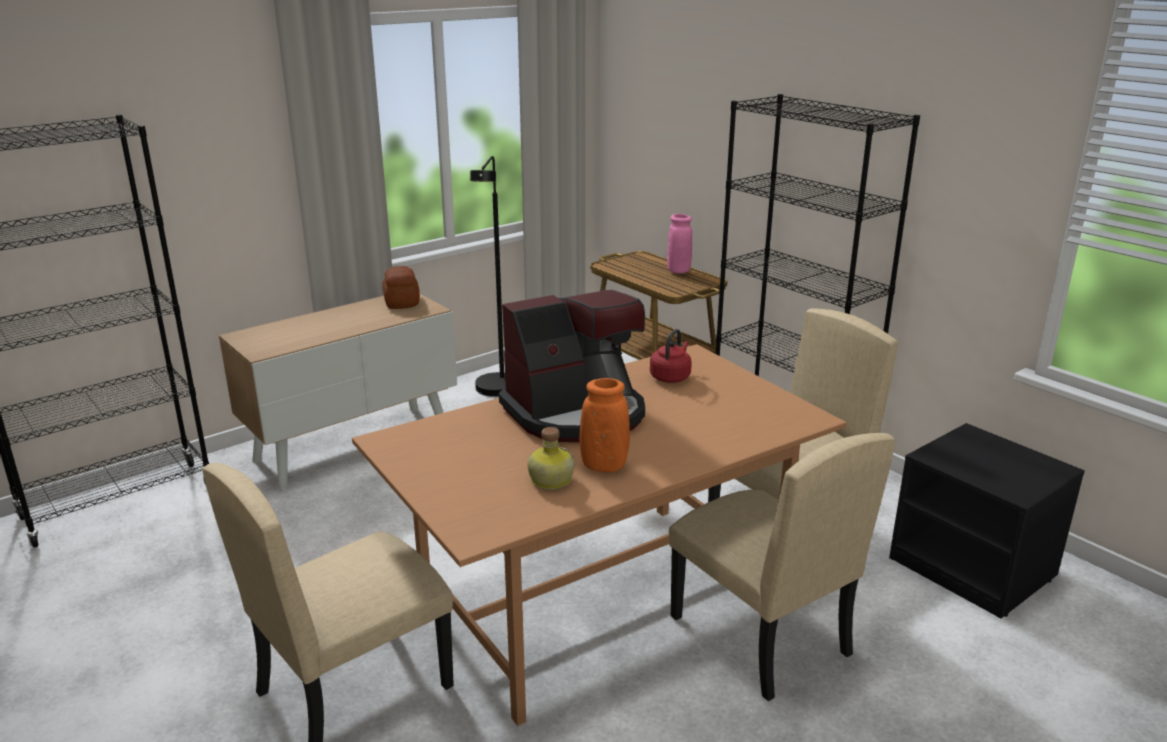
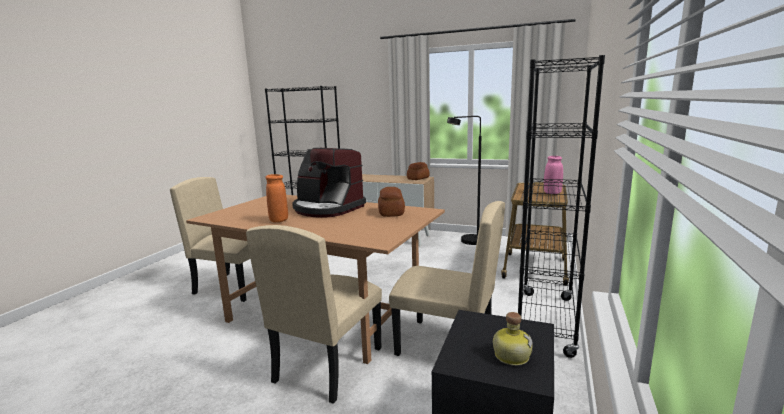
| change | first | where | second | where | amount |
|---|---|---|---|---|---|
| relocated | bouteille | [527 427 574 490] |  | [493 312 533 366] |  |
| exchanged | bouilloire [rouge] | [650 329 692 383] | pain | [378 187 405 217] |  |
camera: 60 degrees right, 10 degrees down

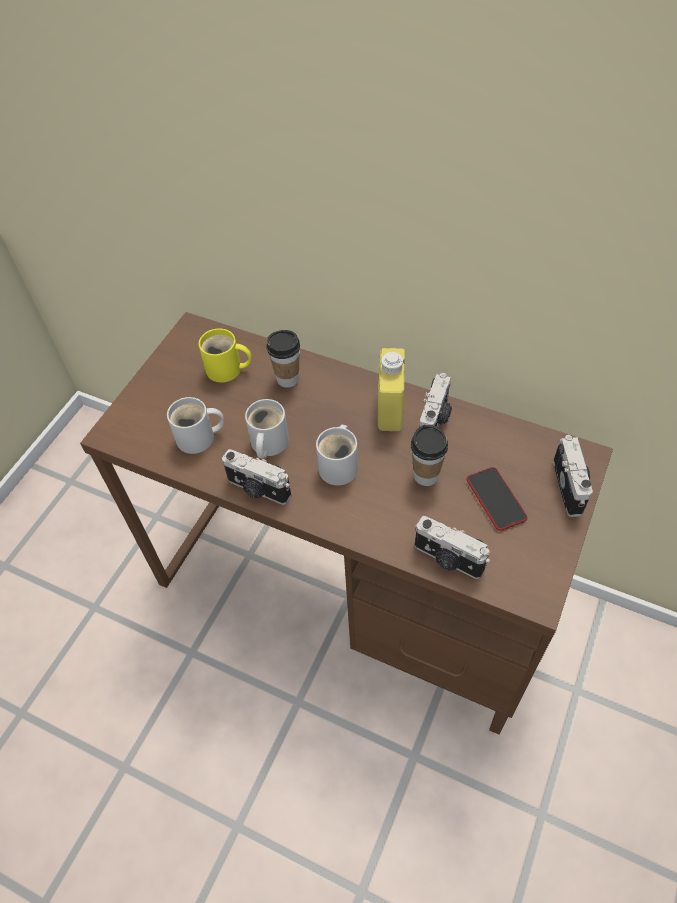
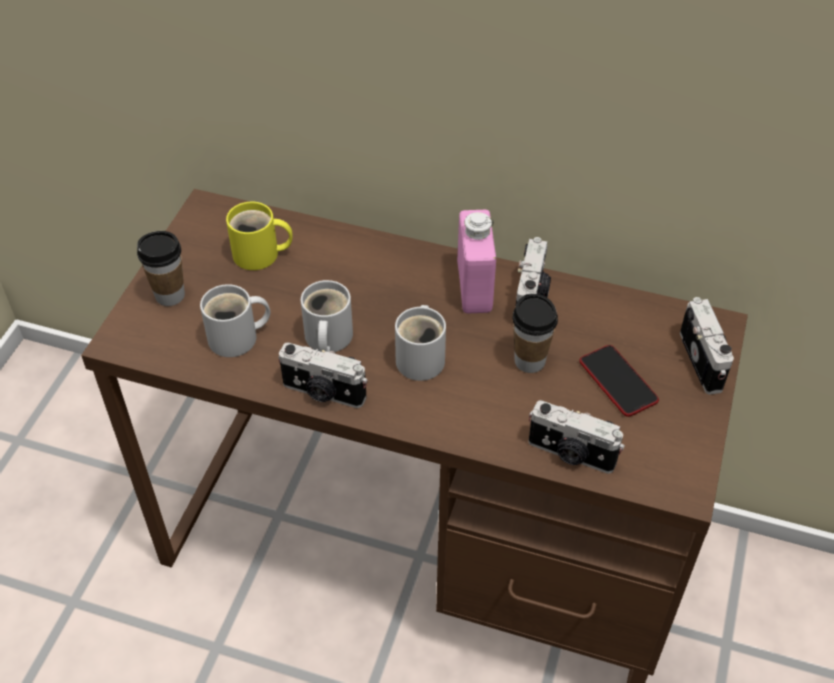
| change | first | where | second | where | amount |
|---|---|---|---|---|---|
| relocated | tasse | [266 330 300 388] |  | [137 231 185 306] |  |
| colour | bouteille [jaune] | [378 348 405 431] | bouteille [rose] | [457 210 496 313] |  |
camera: 10 degrees left, 5 degrees down

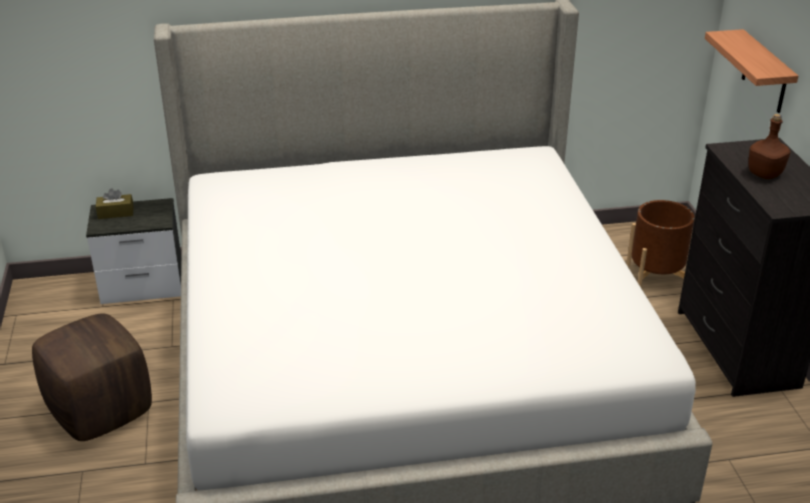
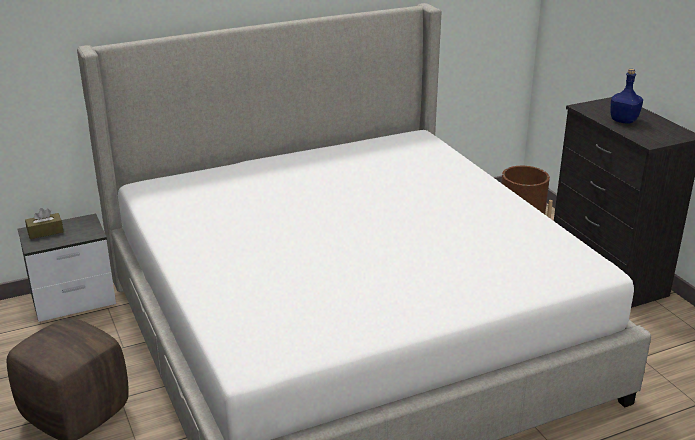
| change | first | where | second | where | amount |
|---|---|---|---|---|---|
| missing | étagère | [705 29 798 113] |  |  |  |
| colour | bouteille [marron] | [748 114 790 179] | bouteille [bleu] | [610 69 643 124] |  |
camera: 15 degrees left, 5 degrees down

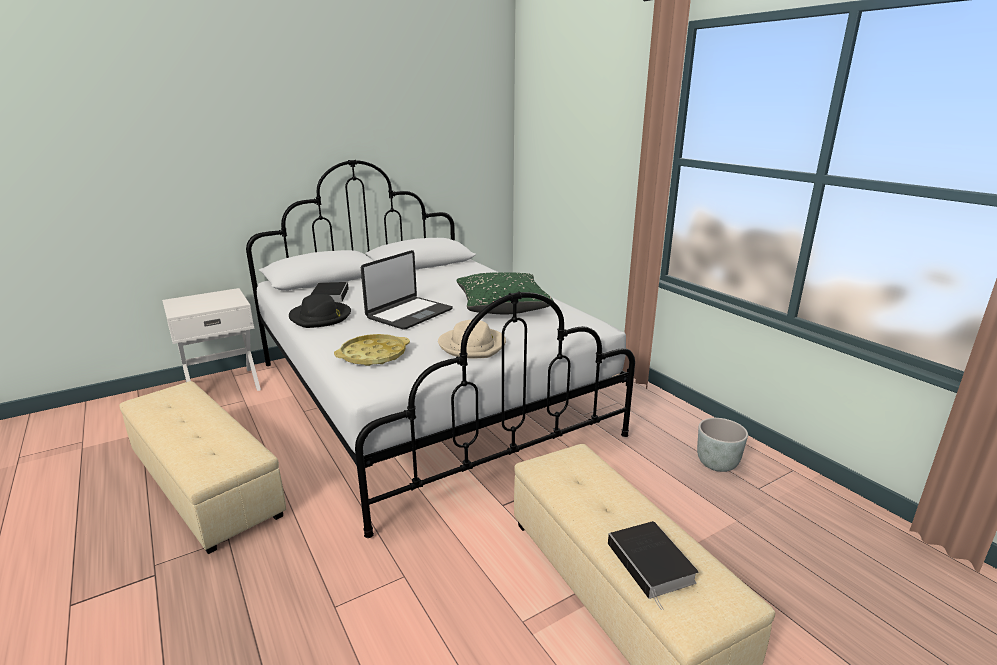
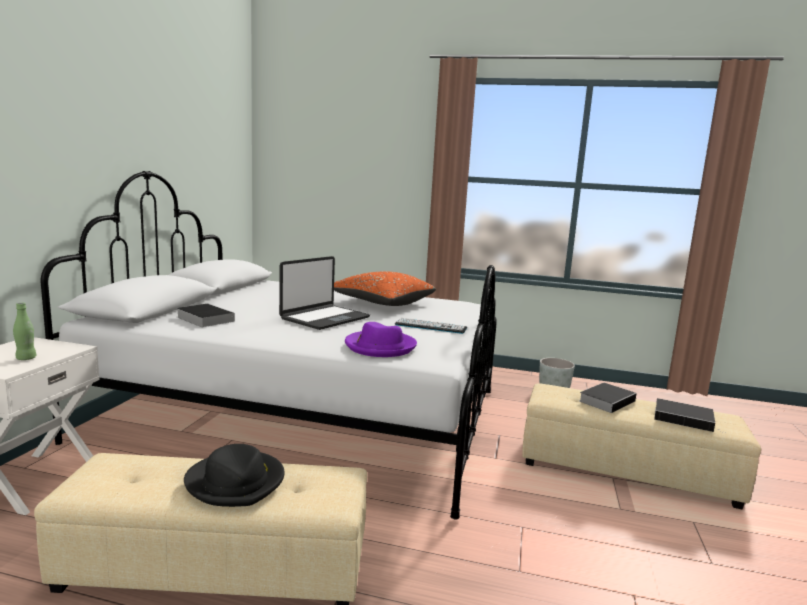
| change | first | where | second | where | amount |
|---|---|---|---|---|---|
| appeared |  |  | bouteille [vert] | [13 303 36 360] |  |
| appeared |  |  | livre | [579 383 637 413] |  |
| relocated | chapeau [noir] | [289 294 351 328] |  | [184 444 285 507] |  |
| exchanged | plateau [jaune] | [334 334 410 366] | chapeau [violet] | [345 322 417 357] |  |
| exchanged | chapeau [beige] | [438 320 506 358] | clavier | [395 318 467 334] |  |
| colour | coussin [vert] | [456 272 554 314] | coussin [orange] | [334 271 436 306] |  |
| spun | ordinateur portable | [361 250 453 330] |  | [279 256 370 330] | 45 degrees clockwise |
camera: 45 degrees left, 10 degrees down

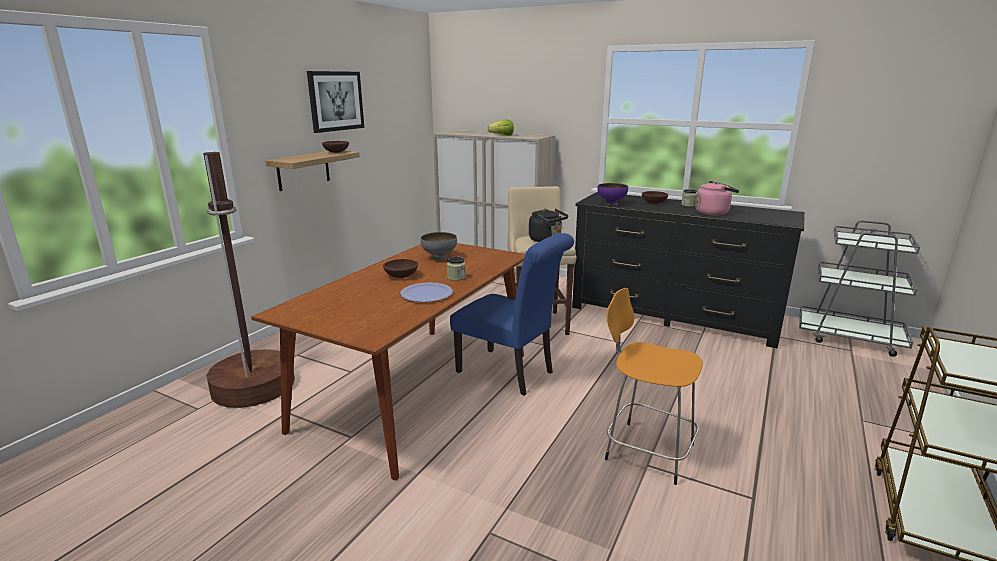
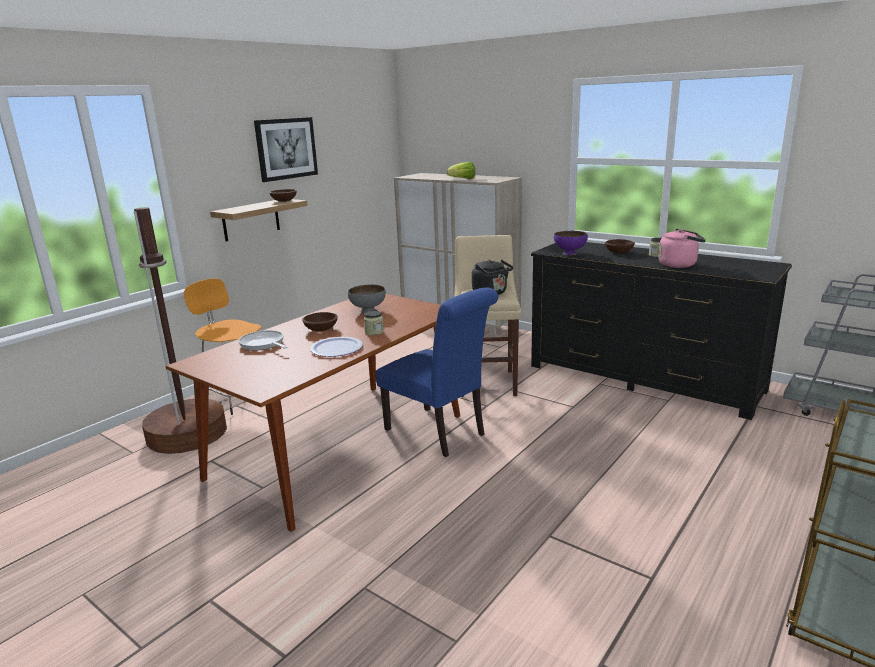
| change | first | where | second | where | amount |
|---|---|---|---|---|---|
| appeared |  |  | poêle | [239 330 287 351] |  |
| relocated | tabouret [orange] | [605 288 703 485] |  | [184 278 261 415] |  |
camera: 10 degrees right, 0 degrees up

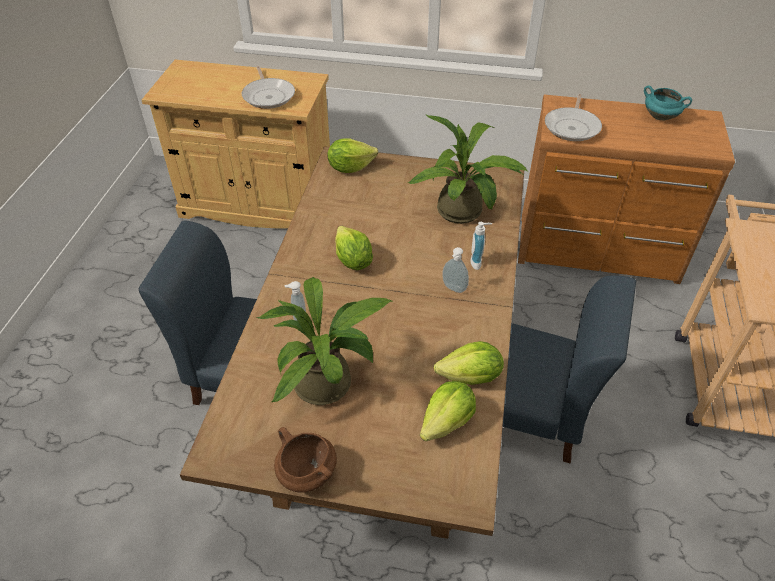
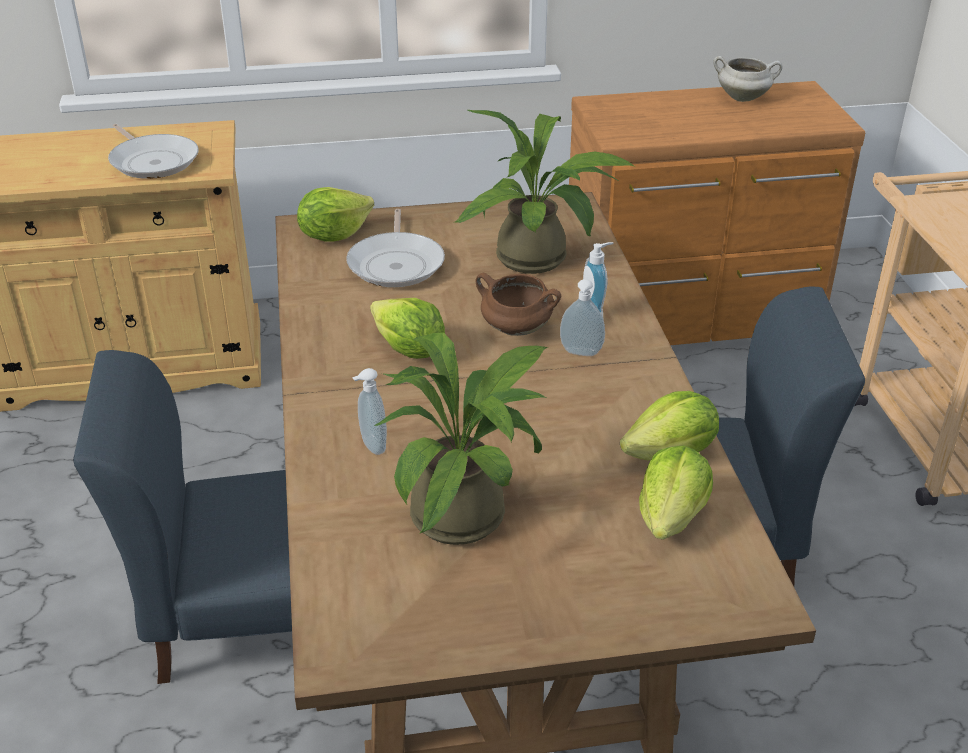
| change | first | where | second | where | amount |
|---|---|---|---|---|---|
| relocated | marmite [marron] | [274 427 337 493] |  | [475 273 561 336] |  |
| relocated | poêle | [545 94 602 141] |  | [346 209 445 287] |  |
| colour | marmite [turquoise] | [644 85 692 120] | marmite [blanc] | [713 56 783 102] |  |
camera: 20 degrees left, 10 degrees down

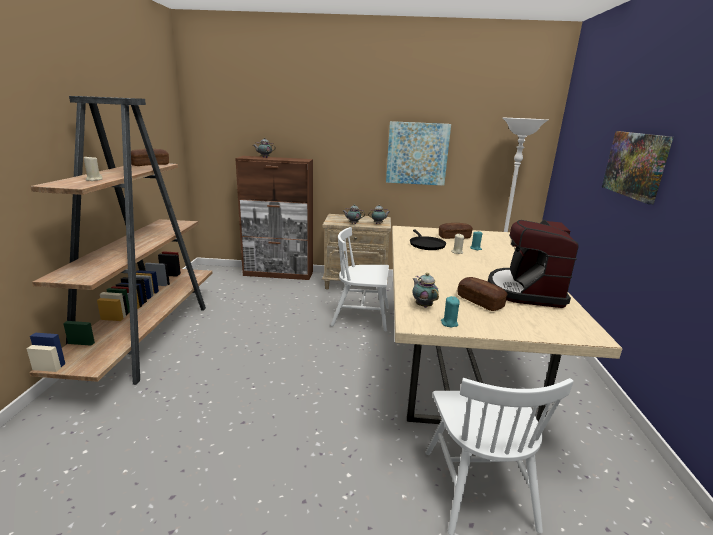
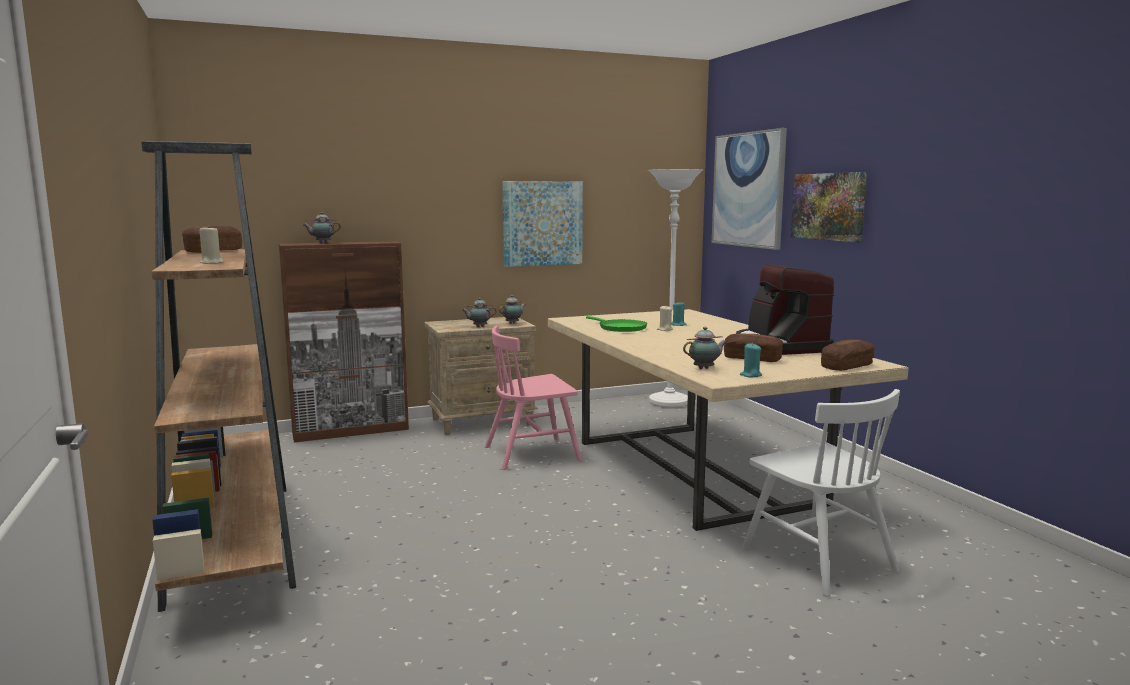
| change | first | where | second | where | amount |
|---|---|---|---|---|---|
| appeared |  |  | tableau | [712 128 787 250] |  |
| relocated | pain | [439 223 473 239] |  | [821 340 875 371] |  |
| colour | chaise [blanc] | [331 227 389 331] | chaise [rose] | [485 326 582 470] |  |
| colour | poêle [noir] | [410 230 446 250] | poêle [vert] | [586 316 647 332] |  |
| spun | théière | [412 273 439 308] |  | [683 327 727 369] | 120 degrees clockwise |
camera: 25 degrees left, 10 degrees down

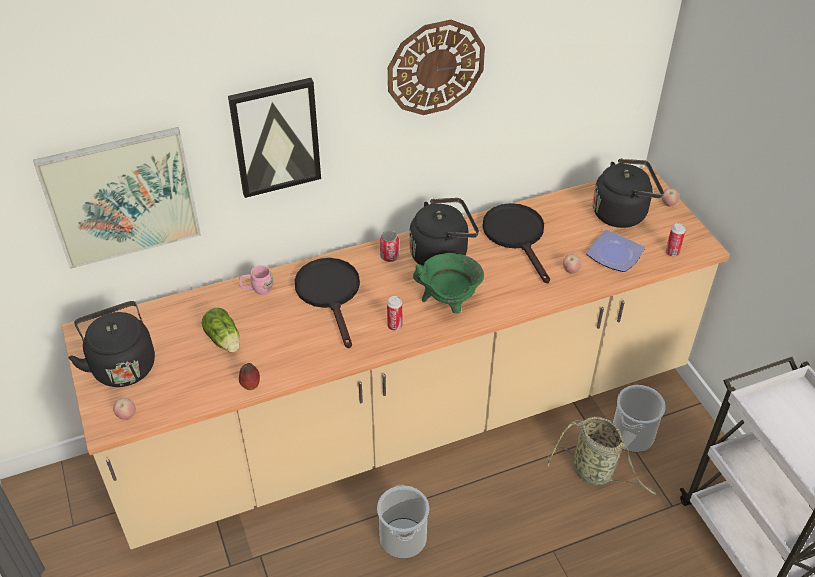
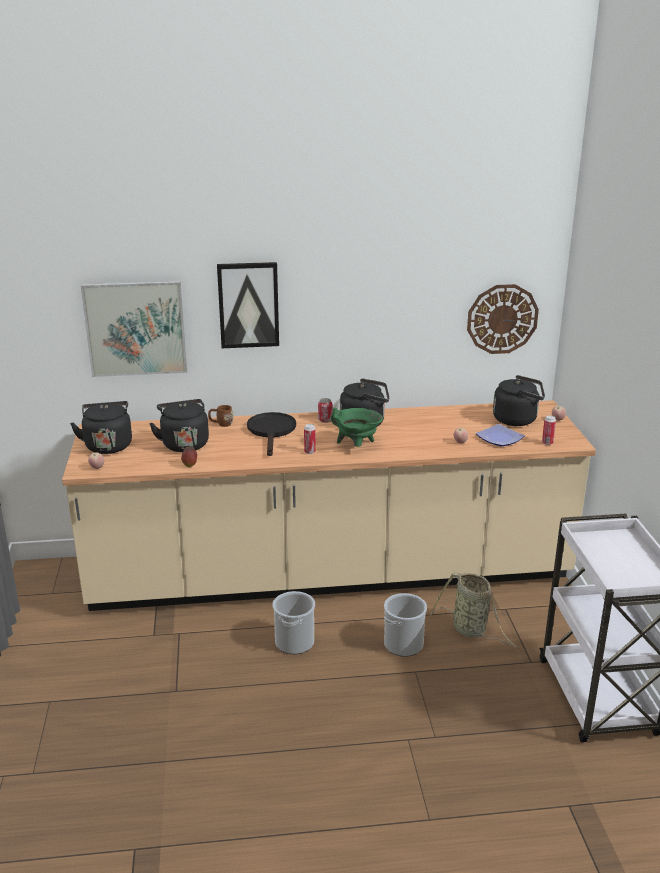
| change | first | where | second | where | amount |
|---|---|---|---|---|---|
| missing | poêle [noir] | [482 203 550 284] |  |  |  |
| relocated | horloge murale | [388 20 485 115] |  | [467 284 539 354] |  |
| relocated | seau | [613 385 666 452] |  | [384 593 427 657] |  |
| exchanged | laitue | [202 308 240 352] | bouilloire [noir] | [149 399 209 452] |  |
| colour | mug [rose] | [239 265 274 295] | mug [marron] | [208 405 233 427] |  |
camera: 15 degrees right, 20 degrees down

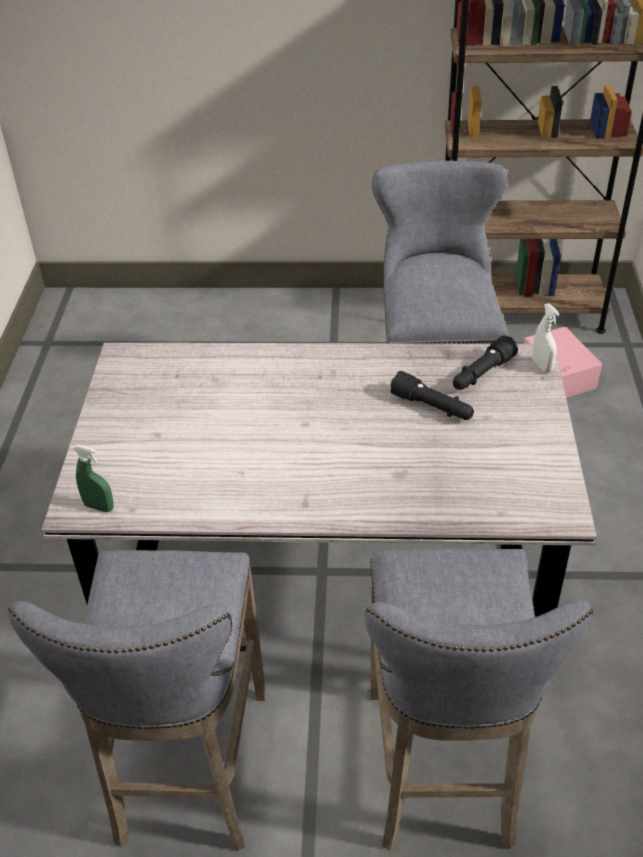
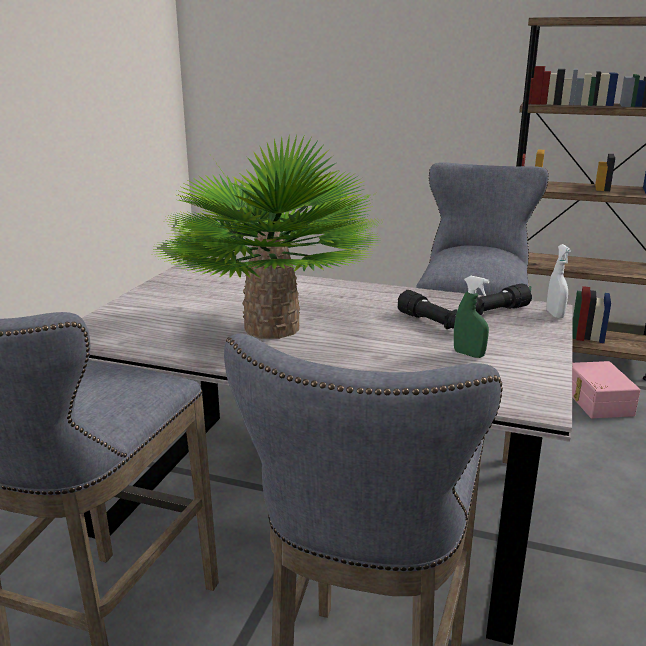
| change | first | where | second | where | amount |
|---|---|---|---|---|---|
| appeared |  |  | plante en pot | [154 134 383 339] |  |
| relocated | vaporisateur [vert] | [73 445 114 512] |  | [454 276 489 358] |  |
camera: 15 degrees right, 20 degrees down

